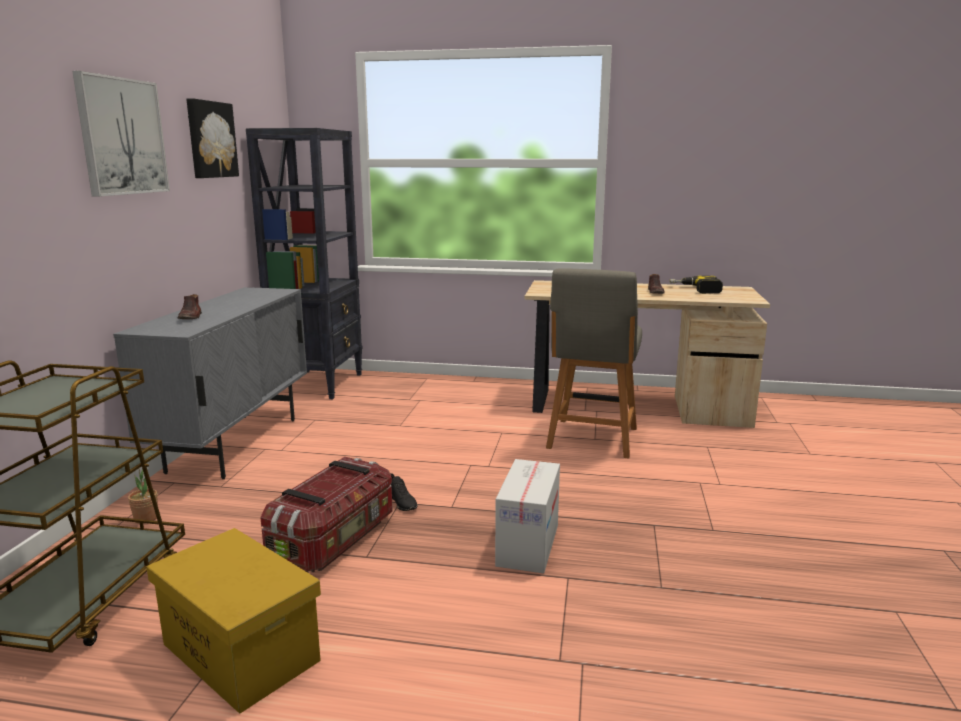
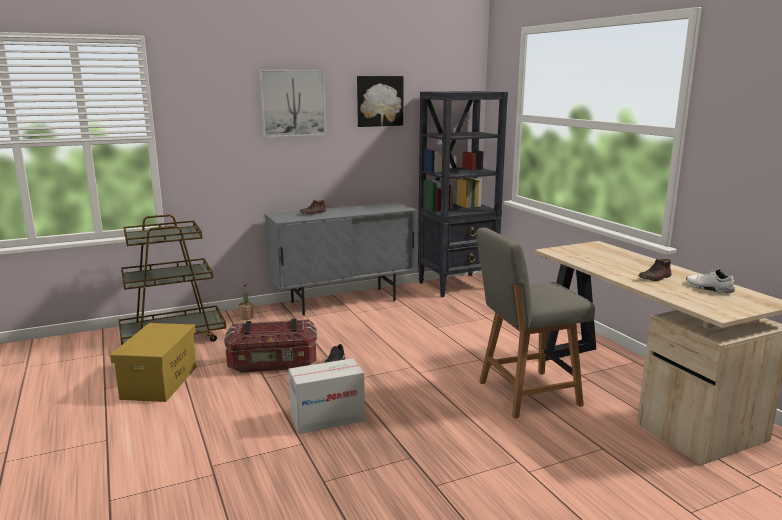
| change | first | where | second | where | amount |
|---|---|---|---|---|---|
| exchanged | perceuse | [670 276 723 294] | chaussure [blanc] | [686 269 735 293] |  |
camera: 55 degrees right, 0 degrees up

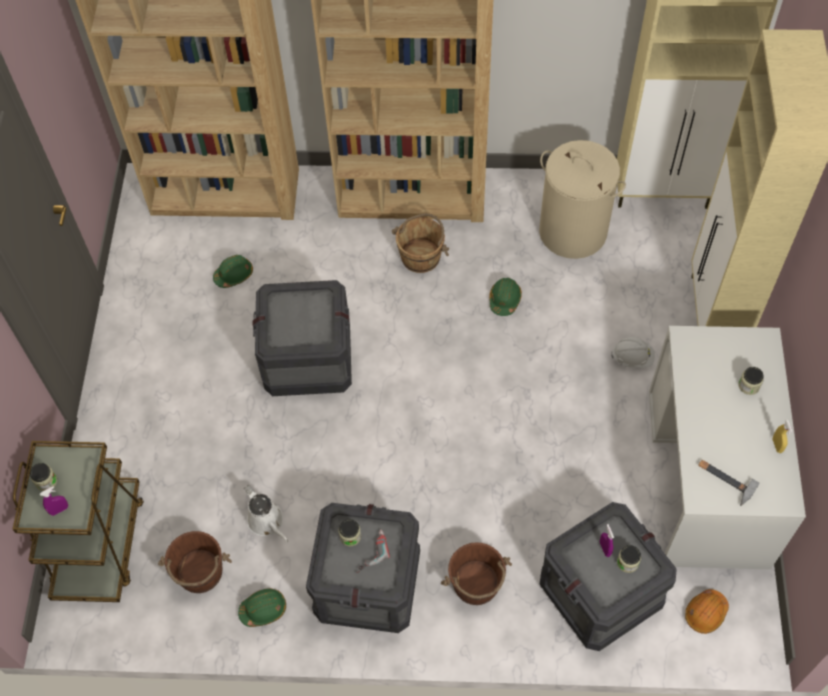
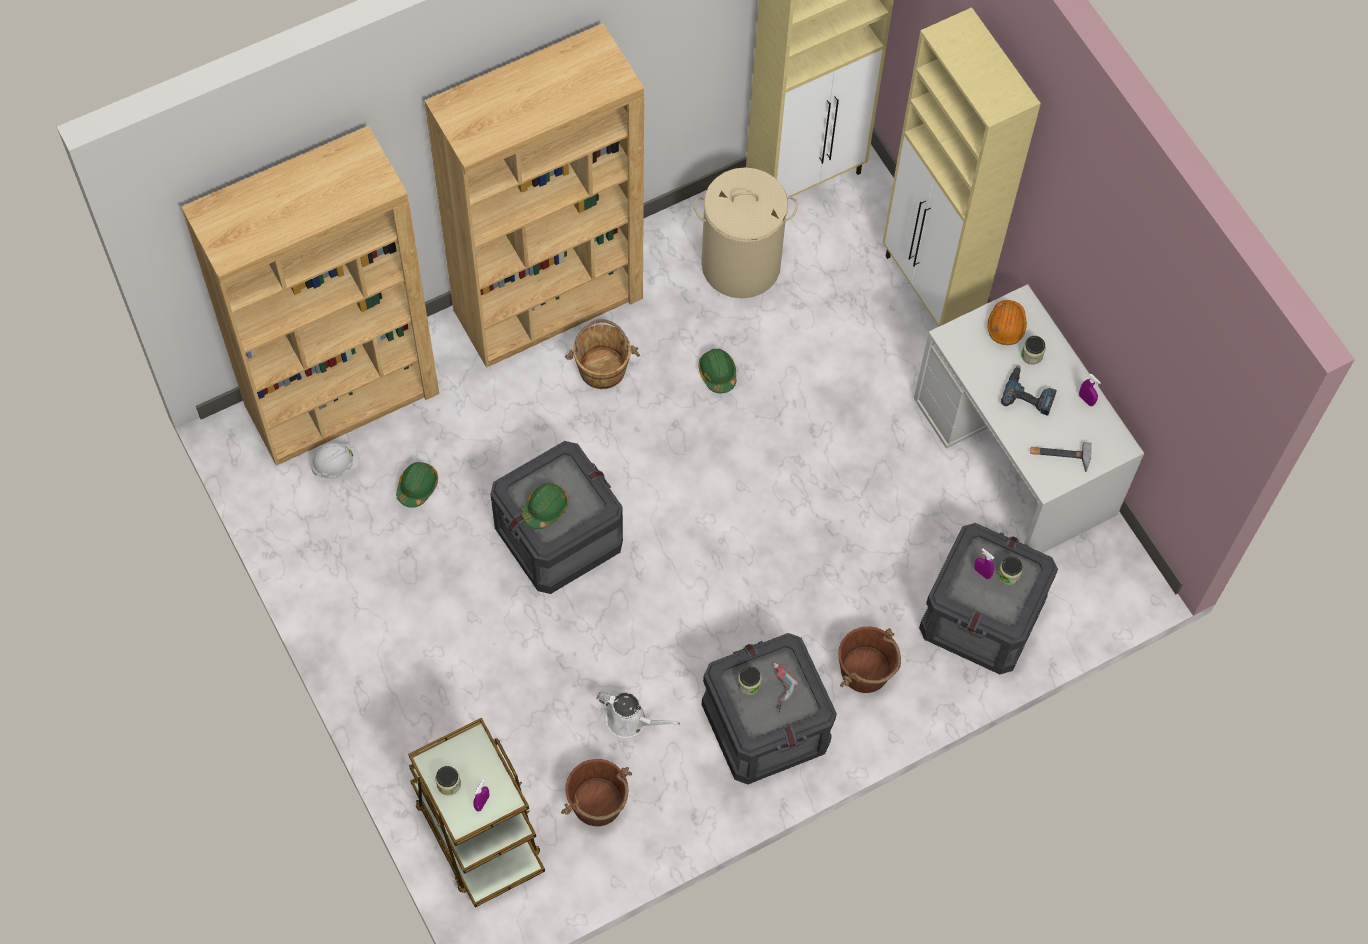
| change | first | where | second | where | amount |
|---|---|---|---|---|---|
| appeared |  |  | perceuse | [1001 365 1057 416] |  |
| relocated | casque de chantier [vert] | [238 588 286 627] |  | [522 483 569 529] |  |
| relocated | casque de chantier [blanc] | [611 337 655 368] |  | [311 442 360 479] |  |
| relocated | casque de chantier [orange] | [685 589 729 634] |  | [988 300 1027 345] |  |
| colour | vaporisateur [jaune] | [773 419 792 453] | vaporisateur [violet] | [1079 373 1101 406] |  |
camera: 35 degrees left, 5 degrees up

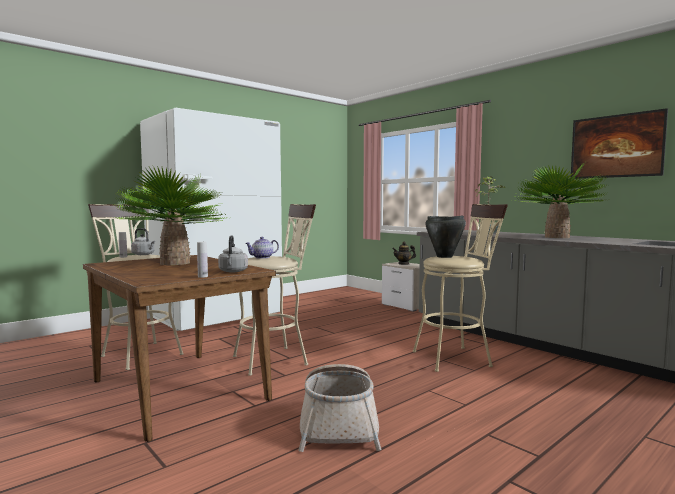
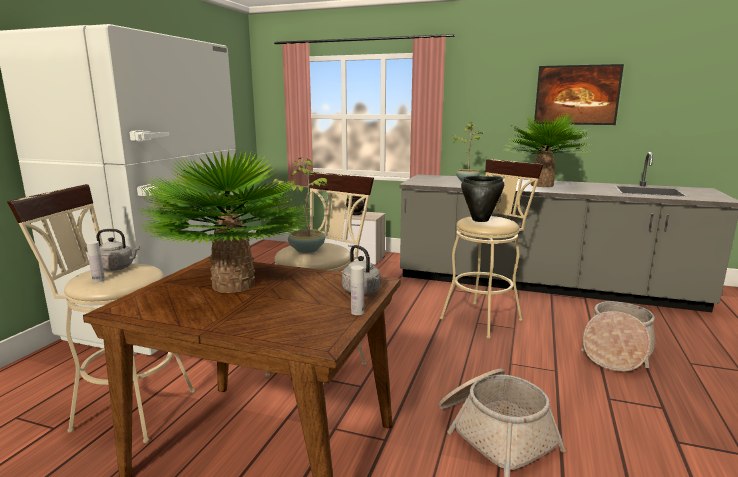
| change | first | where | second | where | amount |
|---|---|---|---|---|---|
| appeared |  |  | panier | [581 301 656 372] |  |
| exchanged | théière | [245 237 279 259] | plante en pot | [272 158 329 253] |  |
camera: 30 degrees left, 10 degrees up

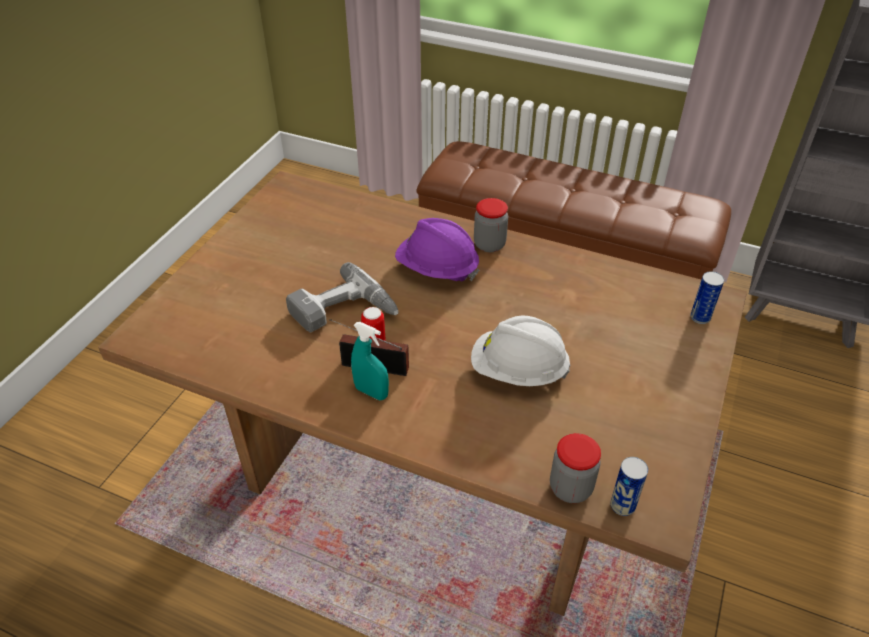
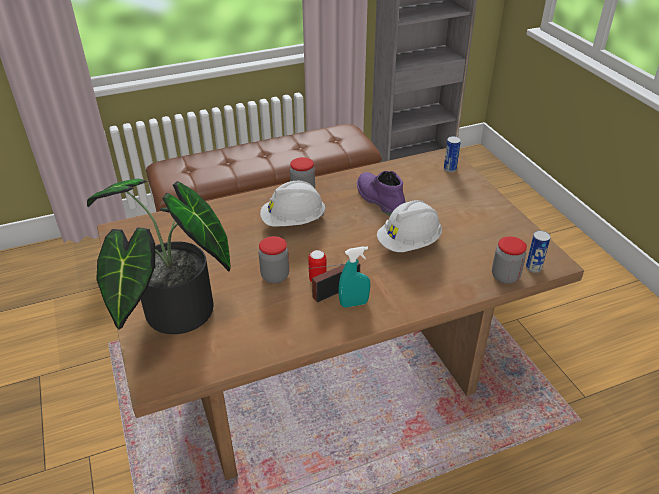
| change | first | where | second | where | amount |
|---|---|---|---|---|---|
| appeared |  |  | plante en pot | [87 179 231 334] |  |
| appeared |  |  | botte [violet] | [357 171 405 216] |  |
| exchanged | perceuse | [286 262 399 332] | bocal | [259 236 289 283] |  |
| colour | casque de chantier [violet] | [395 218 479 282] | casque de chantier [blanc] | [260 181 326 227] |  |
camera: 45 degrees left, 5 degrees down

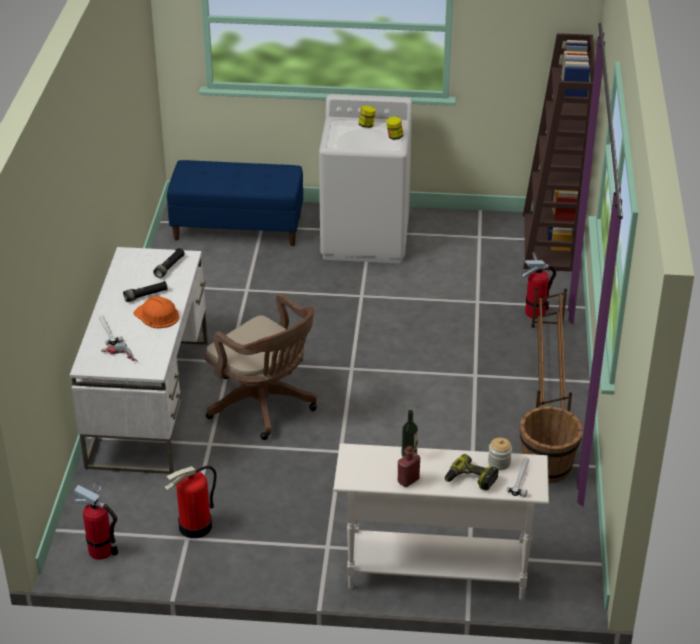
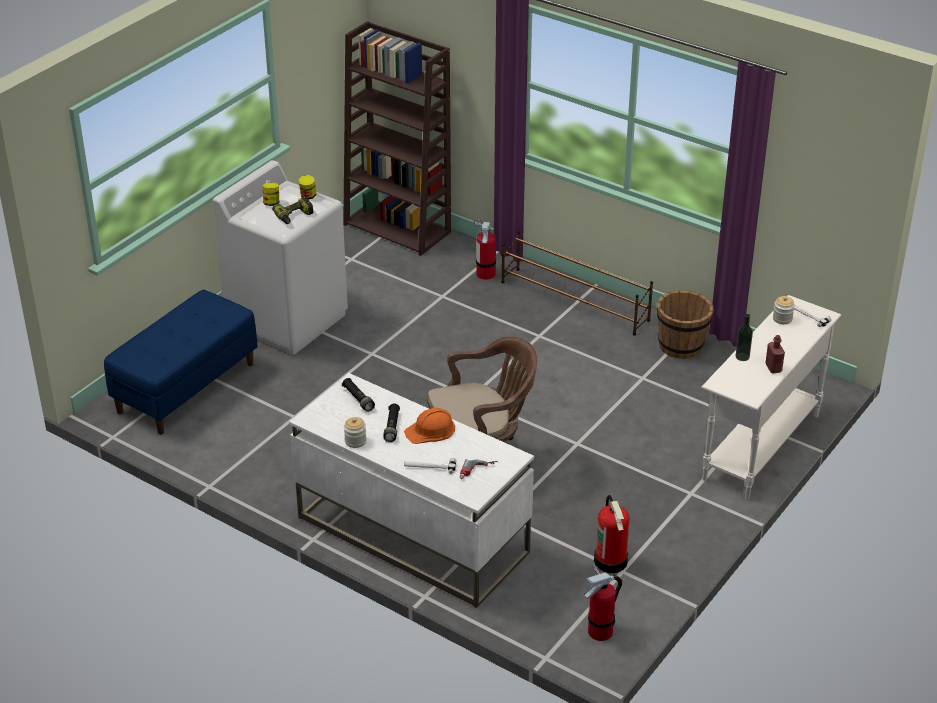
| change | first | where | second | where | amount |
|---|---|---|---|---|---|
| appeared |  |  | bocal | [344 417 366 448] |  |
| relocated | perceuse | [445 454 498 491] |  | [272 197 314 224] |  |
camera: 60 degrees left, 0 degrees up

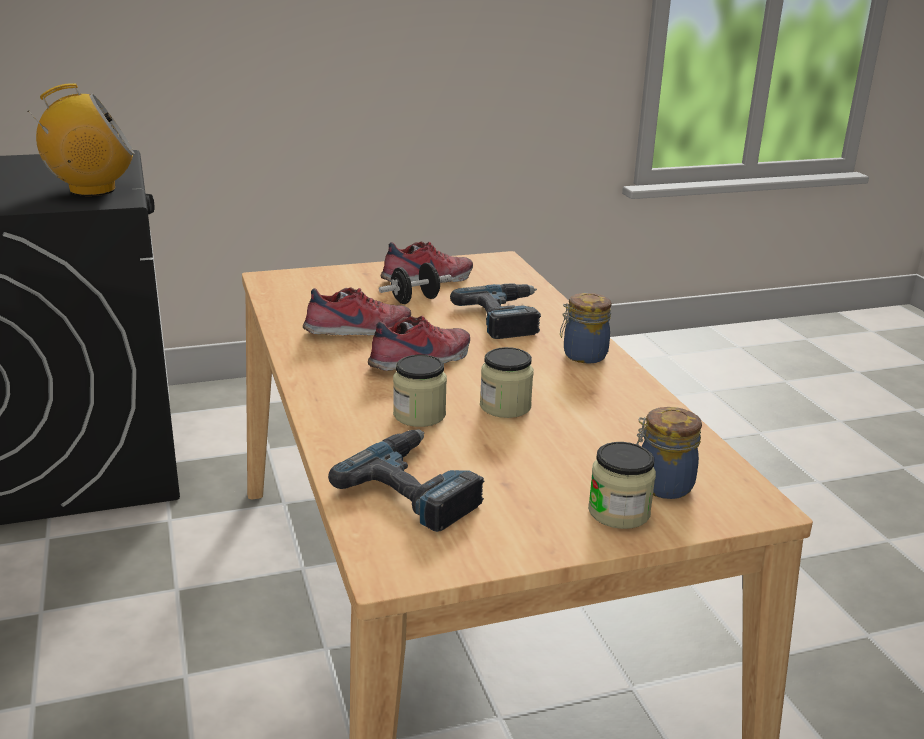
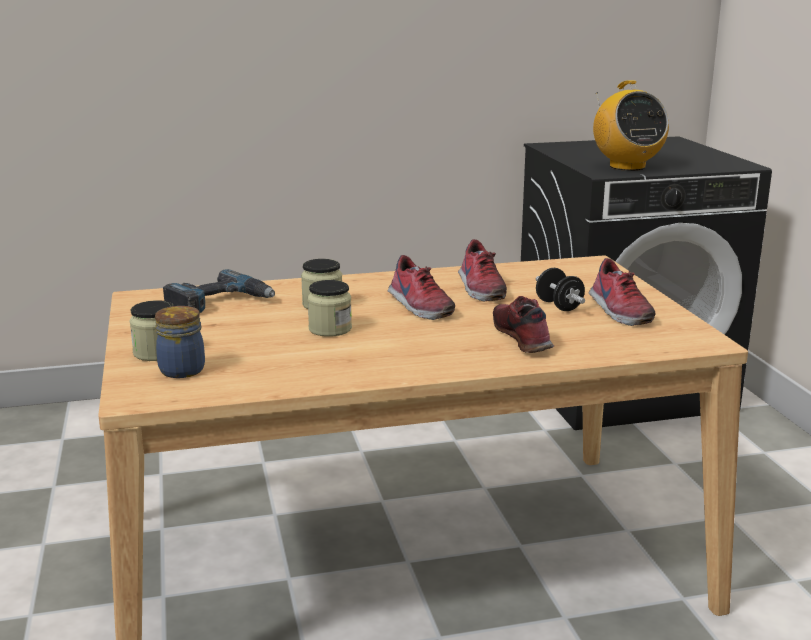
| change | first | where | second | where | amount |
|---|---|---|---|---|---|
| missing | bocal | [560 293 612 363] |  |  |  |
| exchanged | perceuse | [450 283 541 339] | chaussure | [493 296 554 353] |  |
camera: 95 degrees right, 5 degrees down

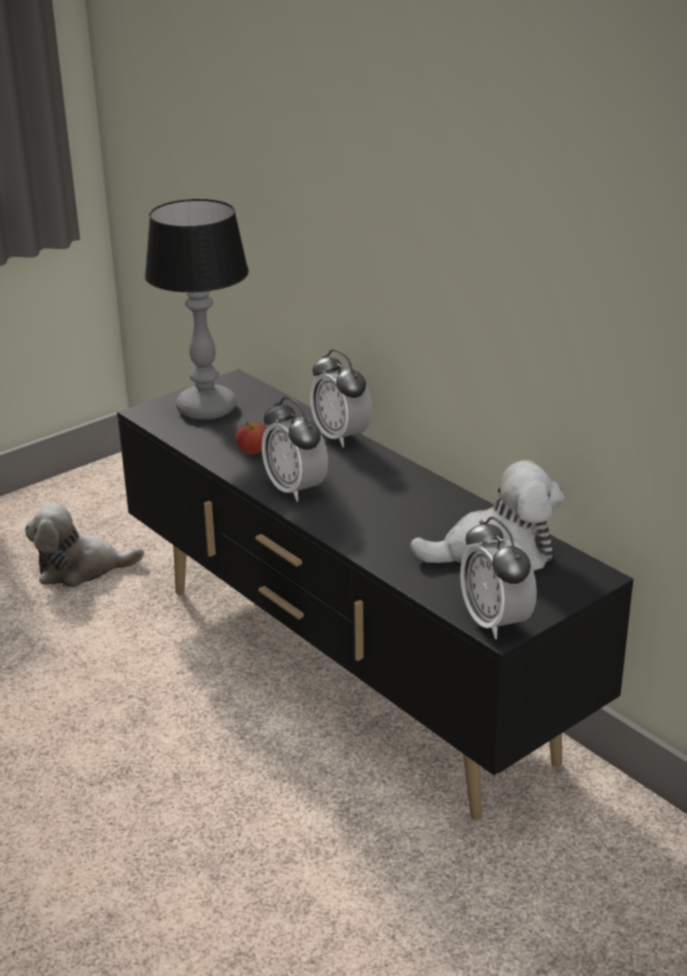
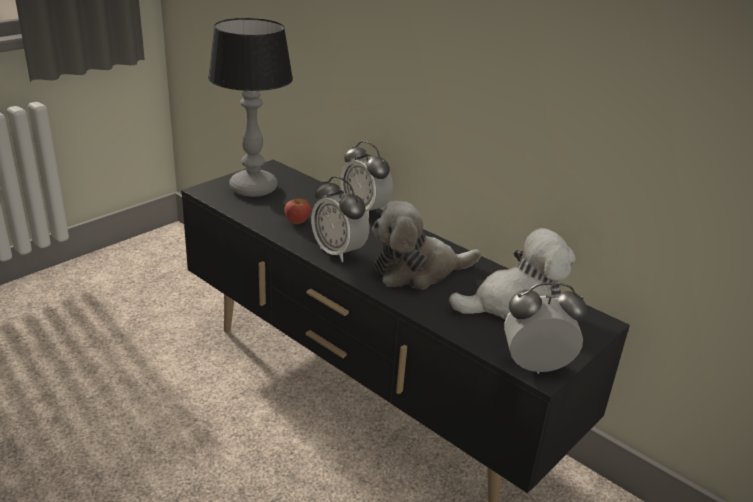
| change | first | where | second | where | amount |
|---|---|---|---|---|---|
| relocated | peluche | [25 502 144 587] |  | [372 200 481 289] |  |
| spun | réveil | [460 516 537 639] |  | [504 282 587 374] | 120 degrees clockwise |
camera: 10 degrees left, 0 degrees up

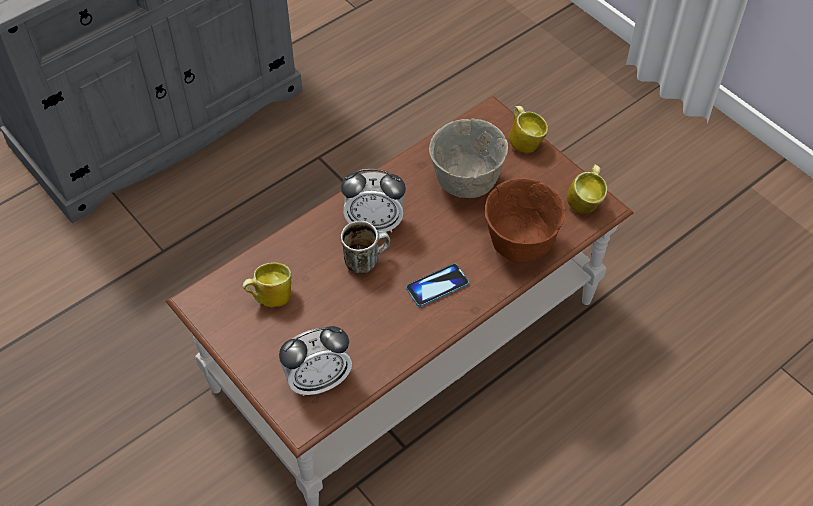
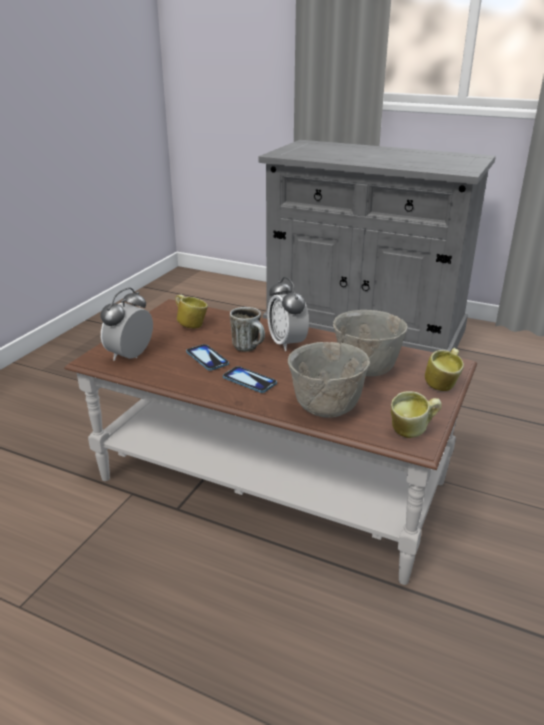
| change | first | where | second | where | amount |
|---|---|---|---|---|---|
| appeared |  |  | téléphone | [186 344 229 371] |  |
| colour | bol [marron] | [485 178 566 263] | bol [gris] | [288 342 370 418] |  |
| spun | réveil | [279 326 352 396] |  | [101 288 153 361] | 75 degrees clockwise |
camera: 65 degrees right, 25 degrees down

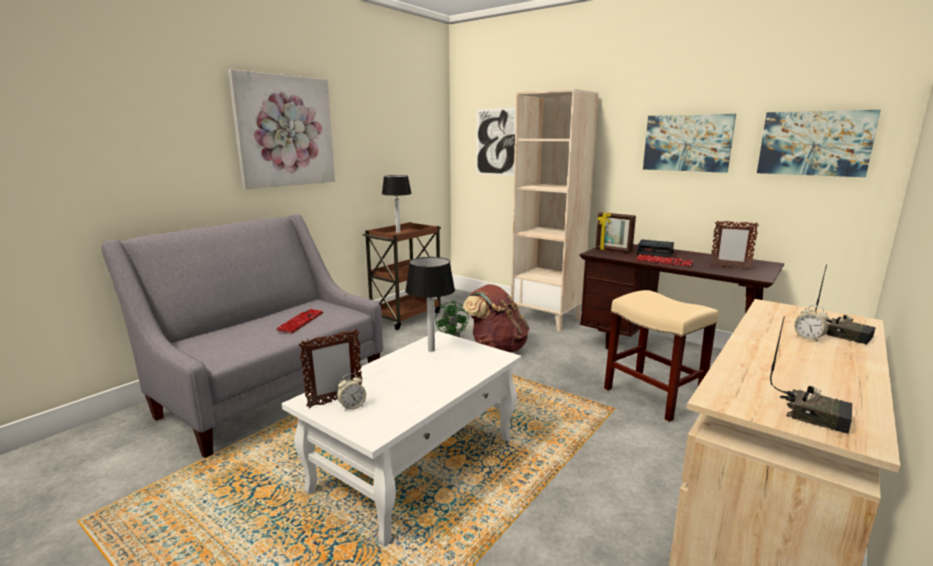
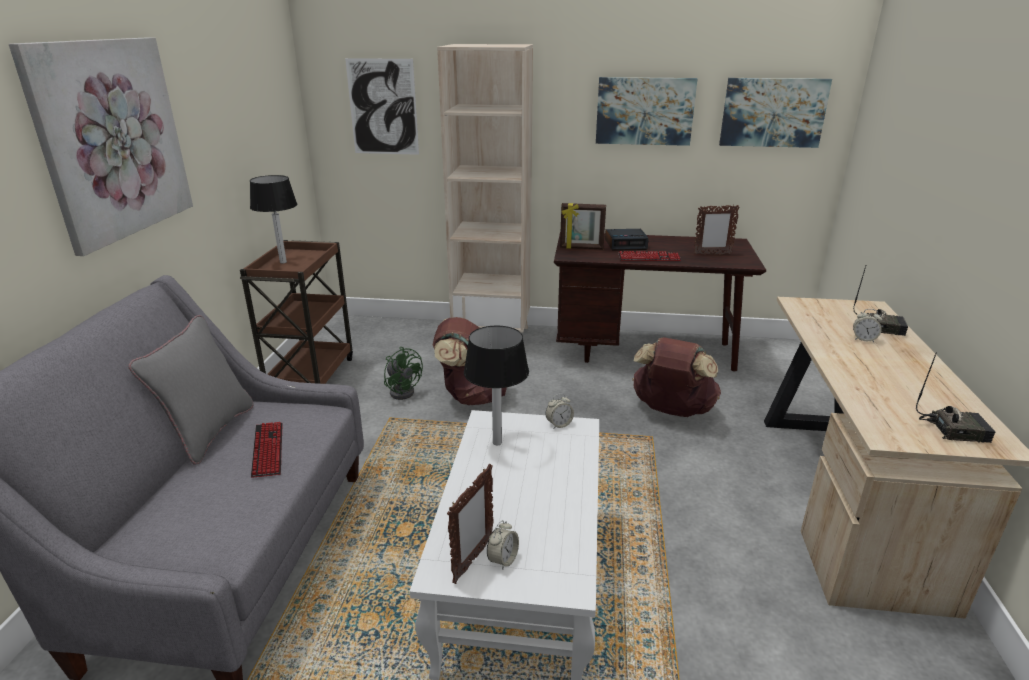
| change | first | where | second | where | amount |
|---|---|---|---|---|---|
| appeared |  |  | coussin [gris] | [128 315 254 464] |  |
| appeared |  |  | réveil | [546 394 574 429] |  |
| exchanged | tabouret [beige] | [604 290 718 423] | sac à dos [marron] | [632 337 721 417] |  |
camera: 30 degrees left, 10 degrees up

